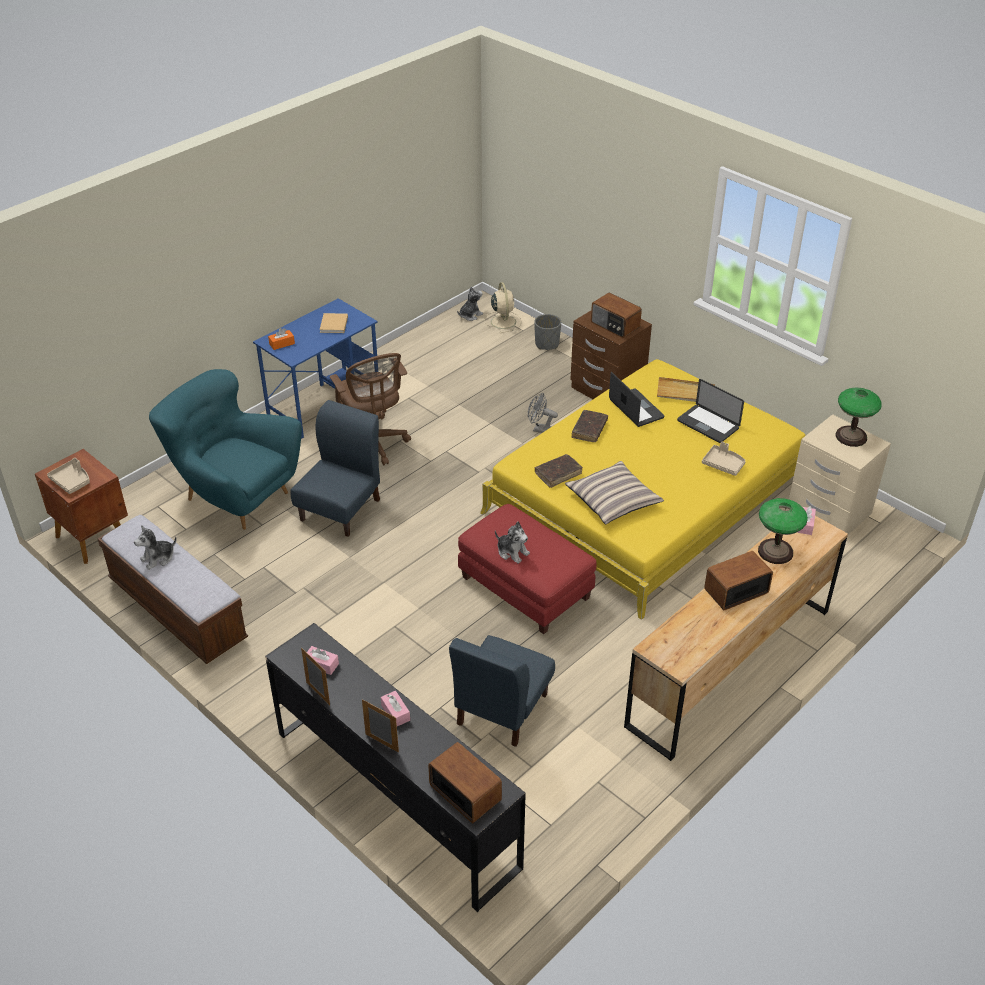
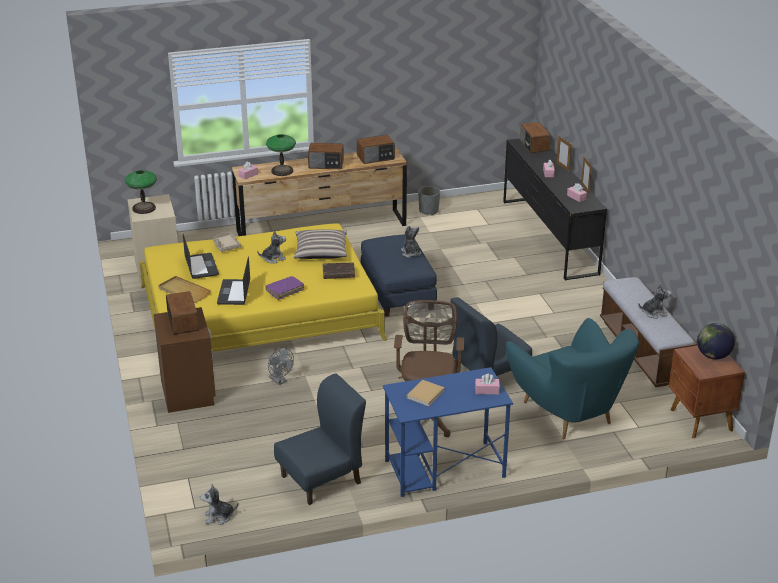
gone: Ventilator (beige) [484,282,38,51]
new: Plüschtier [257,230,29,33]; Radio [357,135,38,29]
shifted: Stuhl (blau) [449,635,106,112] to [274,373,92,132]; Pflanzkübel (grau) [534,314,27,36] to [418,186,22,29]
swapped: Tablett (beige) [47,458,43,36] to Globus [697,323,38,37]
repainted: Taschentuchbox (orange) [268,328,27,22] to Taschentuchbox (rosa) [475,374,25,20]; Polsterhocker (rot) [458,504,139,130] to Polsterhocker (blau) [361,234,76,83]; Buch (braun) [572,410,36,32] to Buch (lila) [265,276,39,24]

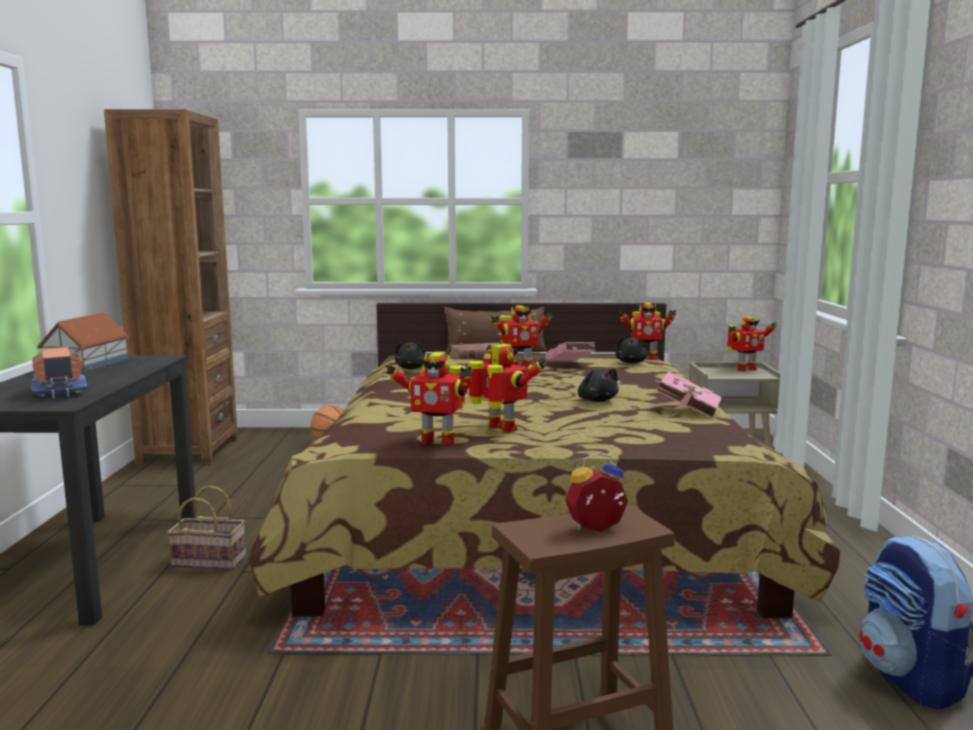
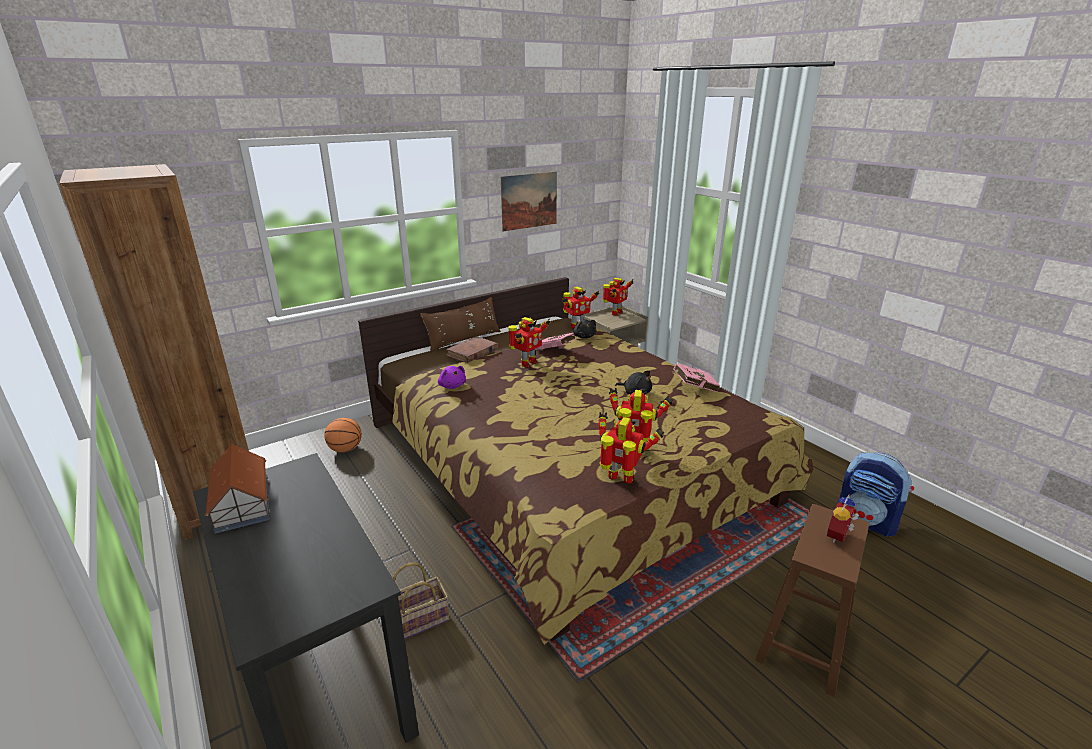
gone: Spielzeuglaster [31,346,57,52]
new: Bild [501,172,56,59]
repainted: Plüschtier (schwarz) [395,341,33,28] to Plüschtier (lila) [438,366,28,23]
rotated: Spielzeugroboter [385,352,87,95] = [598,412,67,72] 135 degrees counterclockwise

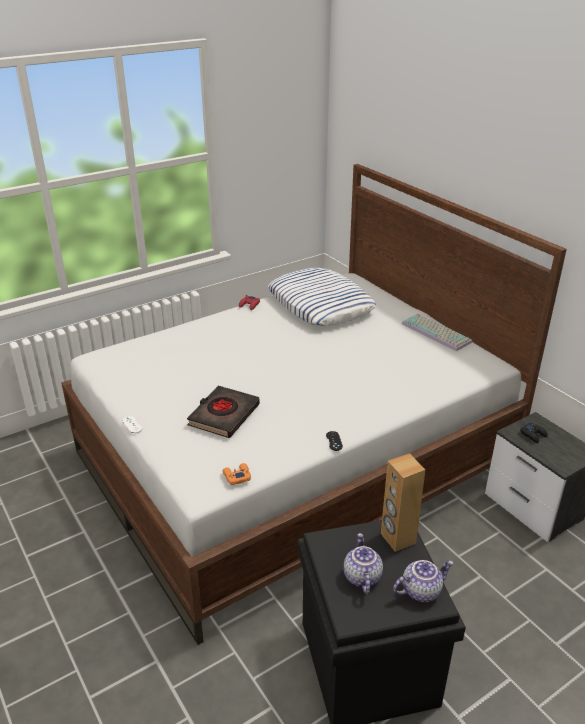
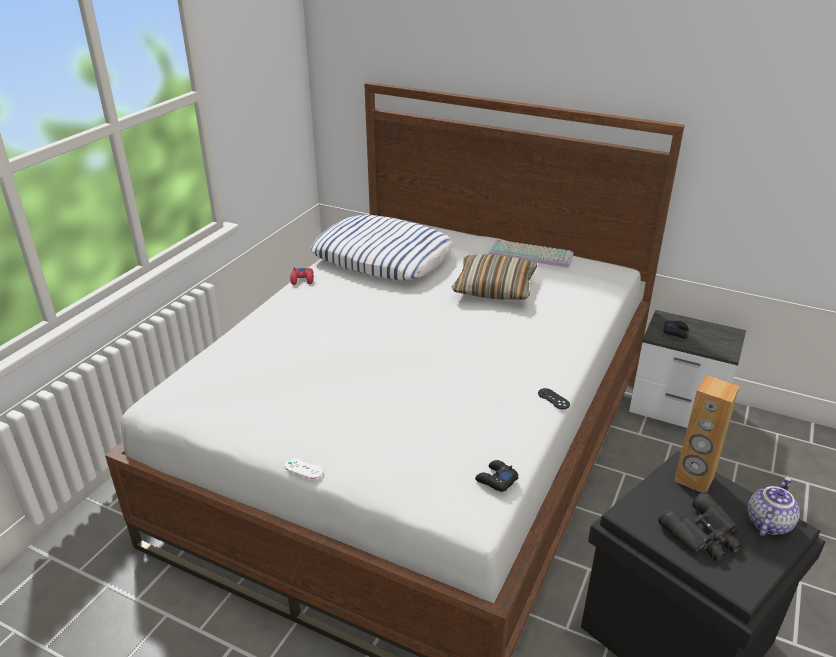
gone: Buch (schwarz) [187,386,73,52]
new: Kissen [452,254,85,46]
swapped: Teekanne [344,533,39,61] to Fernglas (schwarz) [658,492,84,70]
repainted: Gamepad (orange) [223,463,28,22] to Gamepad (schwarz) [475,460,44,32]

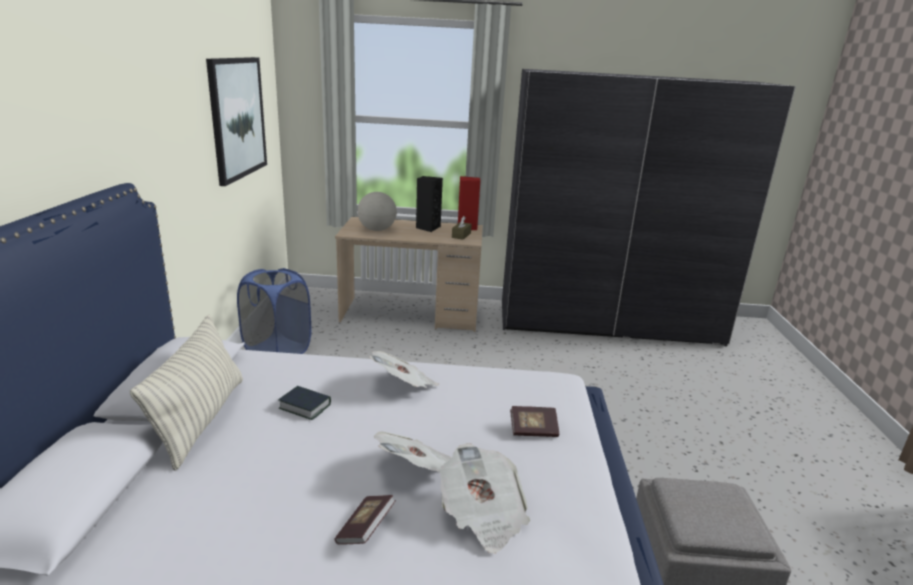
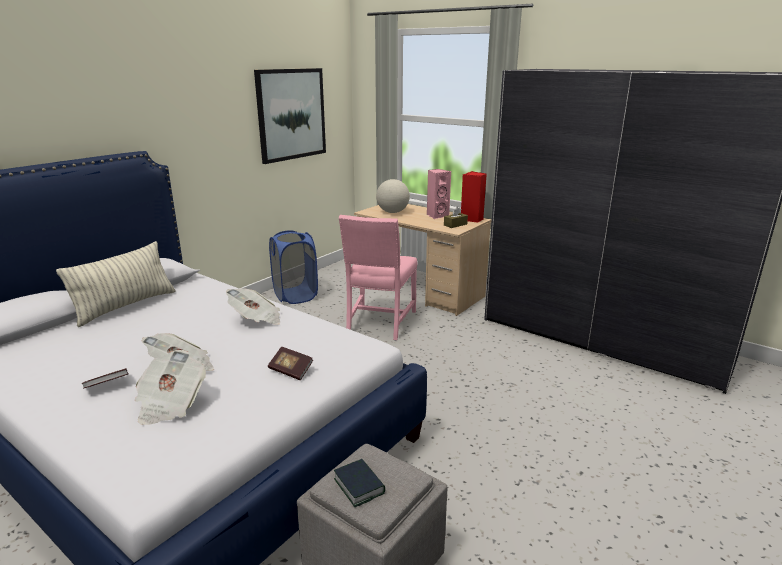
new: Stuhl (rosa) [339,215,78,125]
shifted: Buch [278,386,53,34] to [334,459,51,48]
repainted: Lautsprecher (schwarz) [416,176,27,56] to Lautsprecher (rosa) [427,169,24,50]

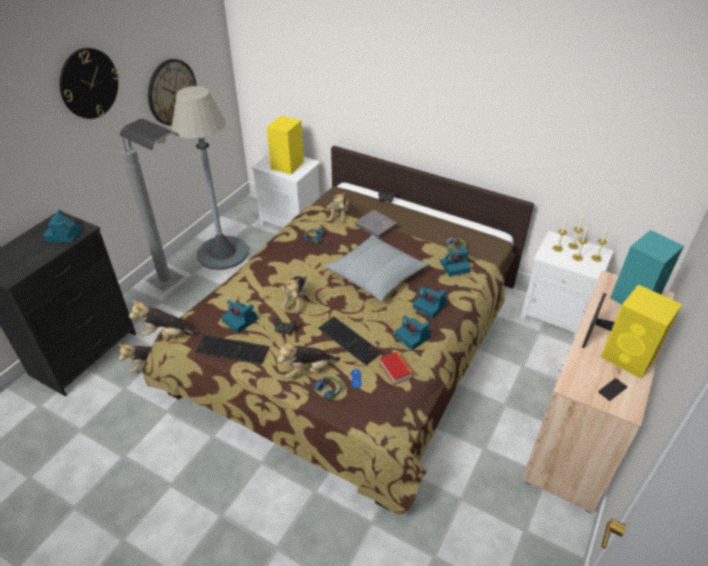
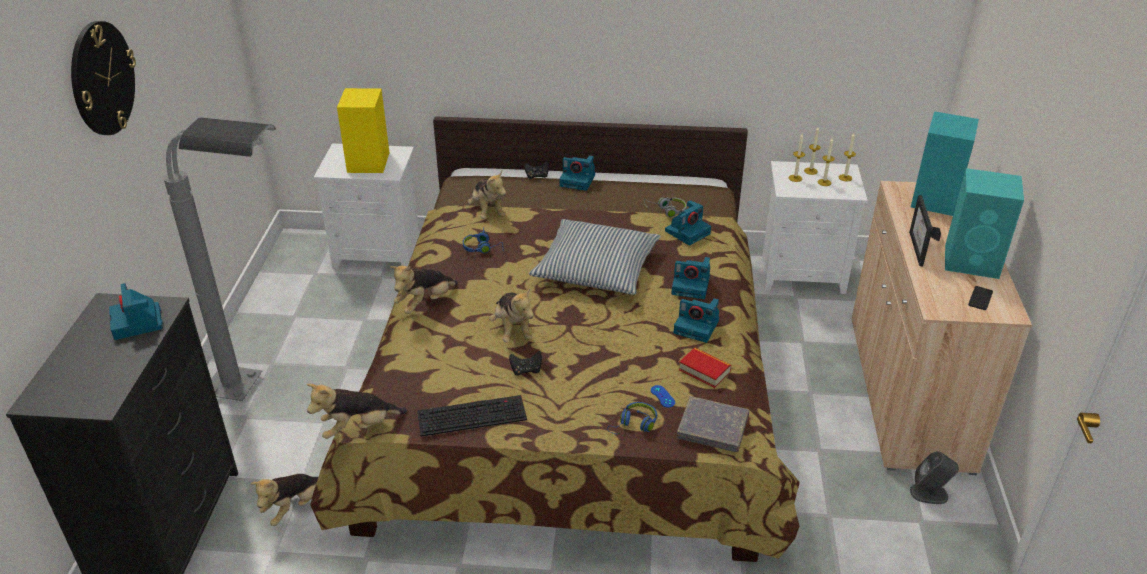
gone: Wanduhr [148,59,48,67]; Stehlampe (grau) [172,86,76,184]; Tastatur [318,317,64,48]
new: Lautsprecher (grau) [910,451,49,53]
shifted: Kamera [221,300,38,33] to [559,155,36,36]; Plüschtier [278,343,62,35] to [390,266,68,48]; Buch (grau) [355,210,43,28] to [677,396,72,56]
repainted: Lautsprecher (gelb) [601,284,81,95] to Lautsprecher (türkis) [945,168,79,111]

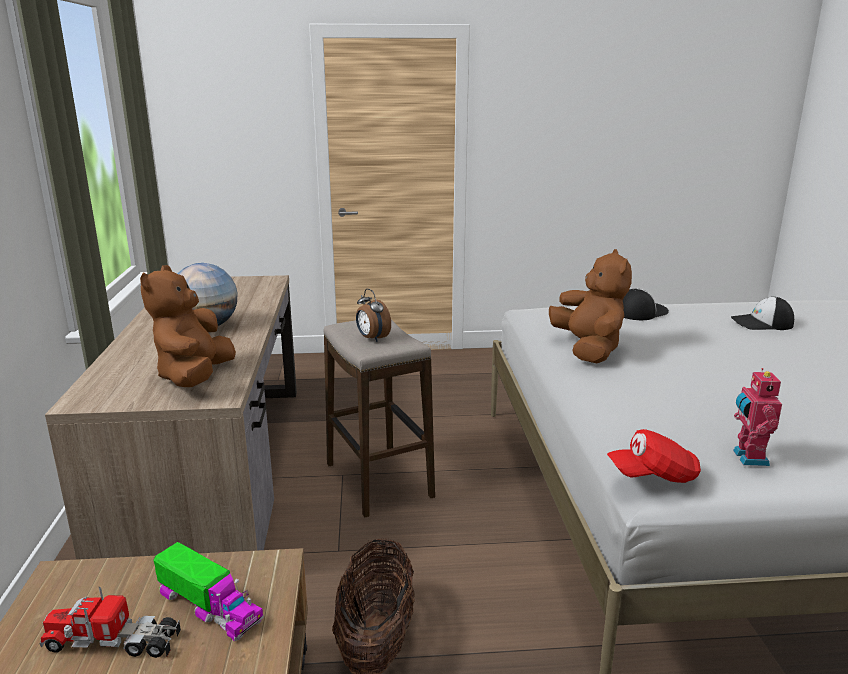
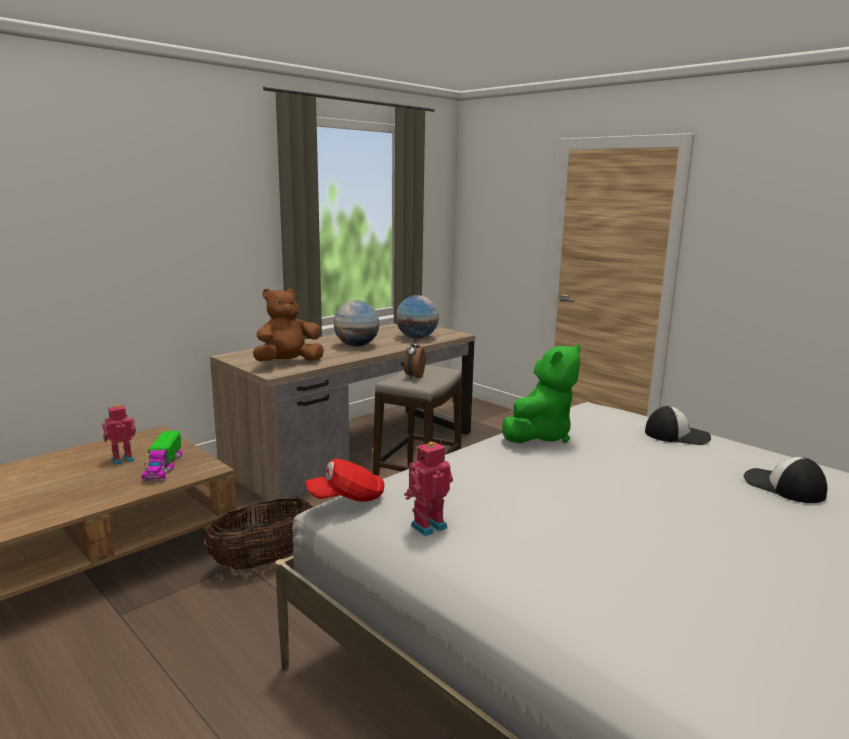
new: Globus [396,295,43,44]
swapped: Spielzeuglaster [39,587,142,71] to Spielzeugroboter [102,404,34,61]
repainted: Plüschtier (braun) [549,249,83,114] to Plüschtier (grün) [502,344,78,100]
rotated: Kappe (rot) [607,429,94,54] = [305,459,79,43] 60 degrees counterclockwise

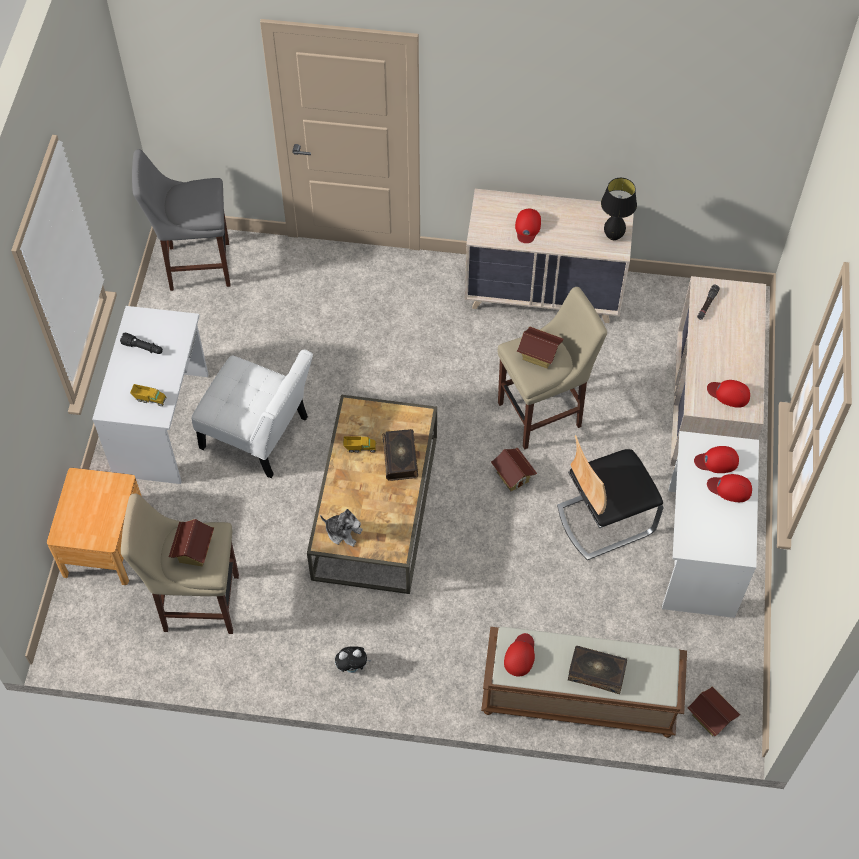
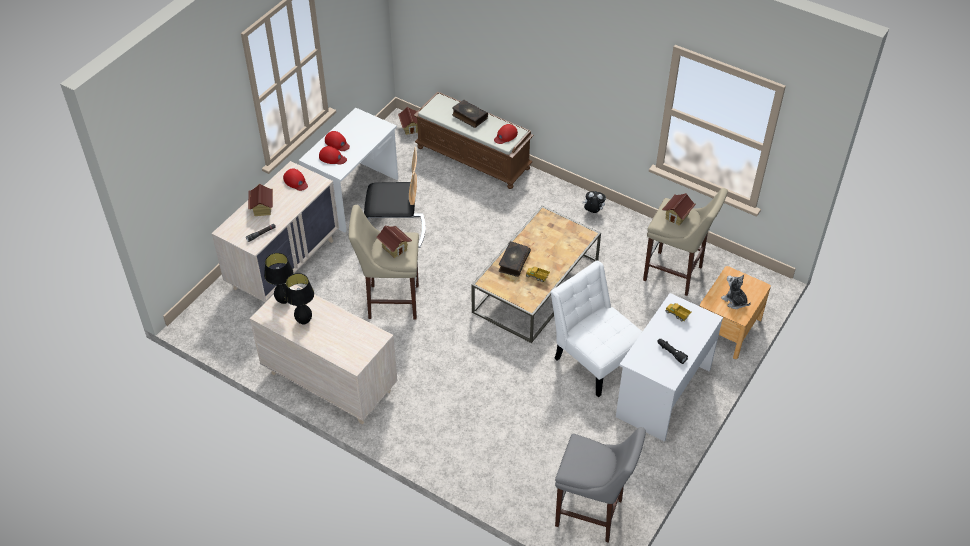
gone: Kappe (rot) [515,209,26,34]
new: Tischlampe (schwarz) [285,273,29,52]
shifted: Plüschtier [320,509,43,38] to [721,275,30,34]; Spielzeughaus [491,447,46,44] to [248,184,25,32]

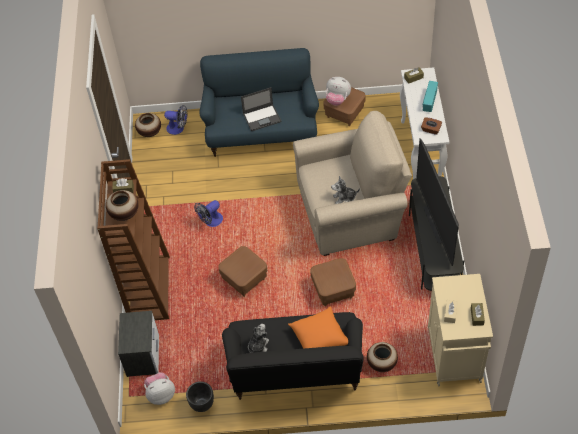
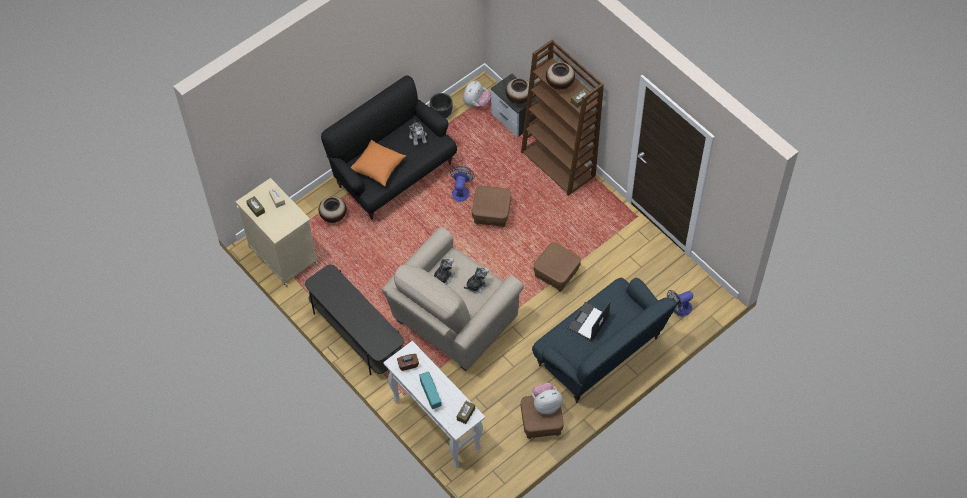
gone: Fernseher [416,138,43,128]
new: Plüschtier [464,267,26,26]
shifted: Vase [135,113,26,24] to [506,78,23,26]; Ventilator [194,200,29,27] to [450,166,25,36]; Polsterhocker (braun) [310,258,46,48] to [534,243,47,49]

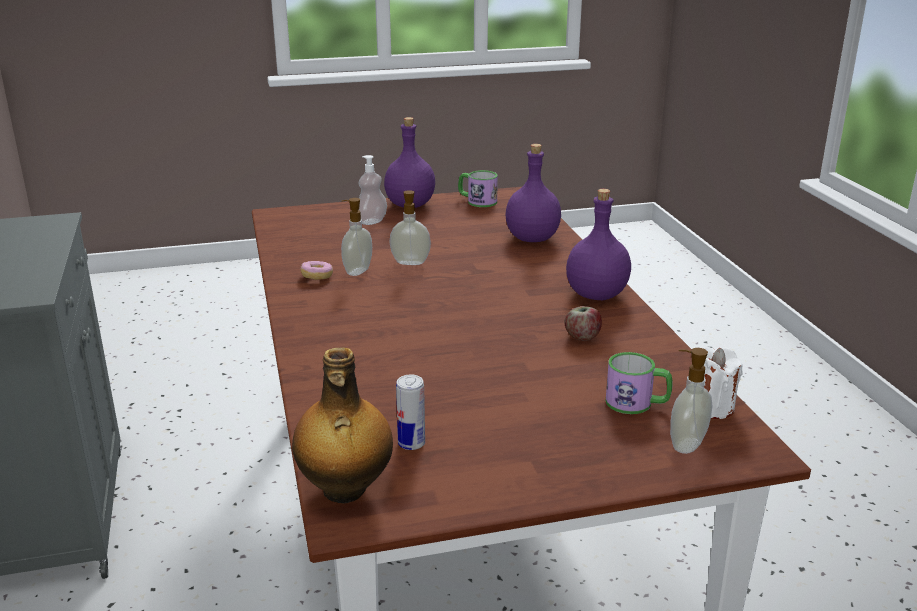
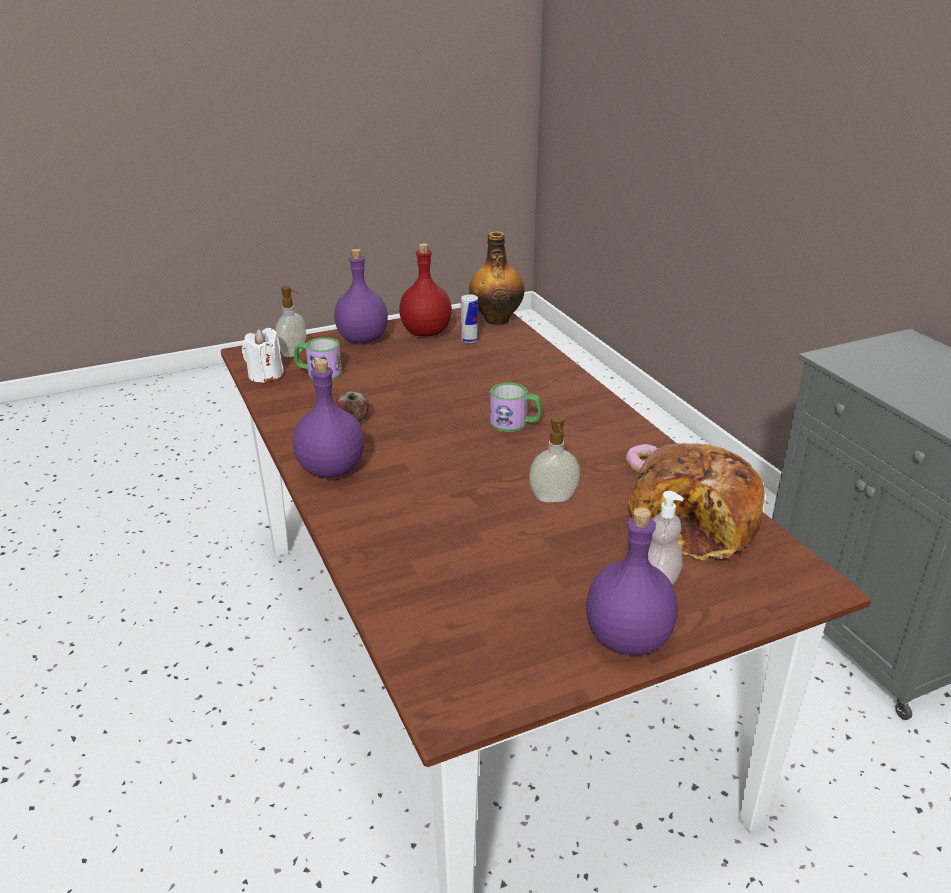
gone: Seifenspender [341,198,31,78]
new: Flasche (rot) [399,243,53,93]; Brot [627,443,138,117]
shifted: Henkelbecher [458,170,40,37] to [490,383,52,49]; Flasche (lila) [505,144,56,98] to [334,249,54,94]

